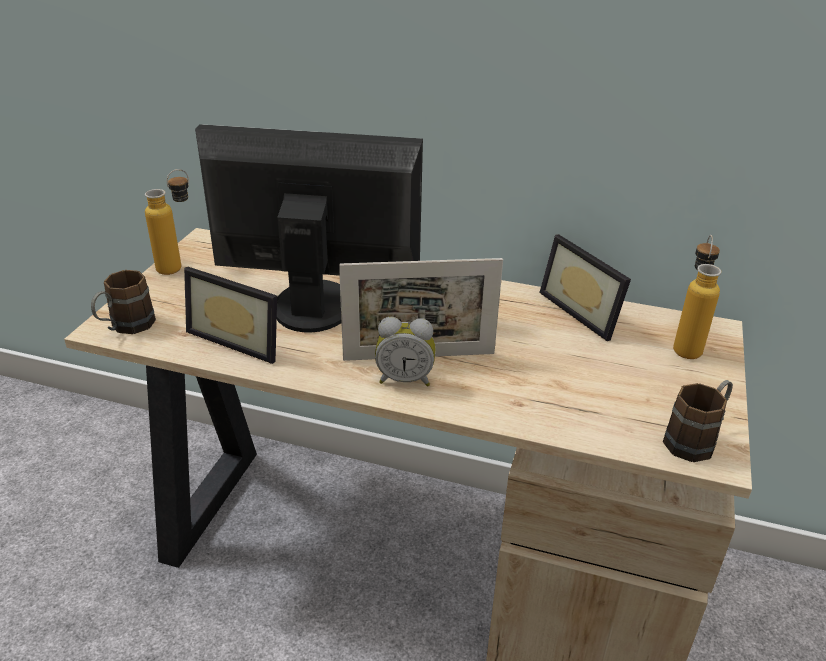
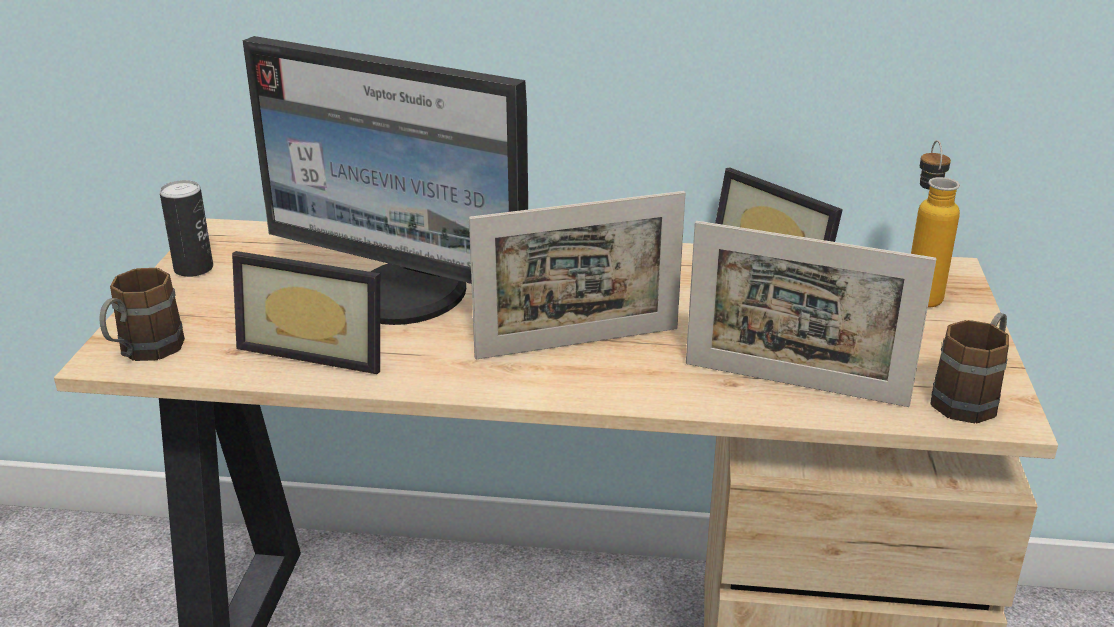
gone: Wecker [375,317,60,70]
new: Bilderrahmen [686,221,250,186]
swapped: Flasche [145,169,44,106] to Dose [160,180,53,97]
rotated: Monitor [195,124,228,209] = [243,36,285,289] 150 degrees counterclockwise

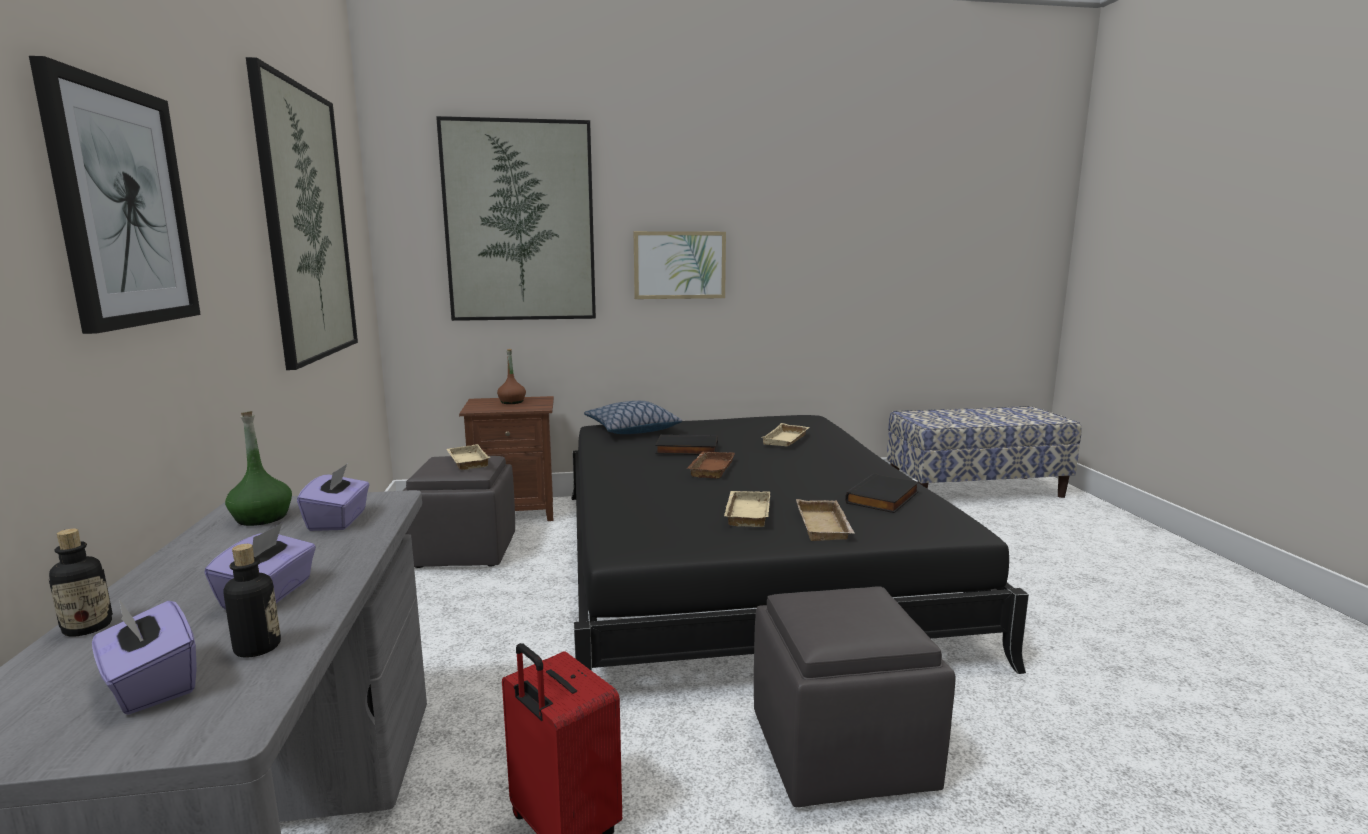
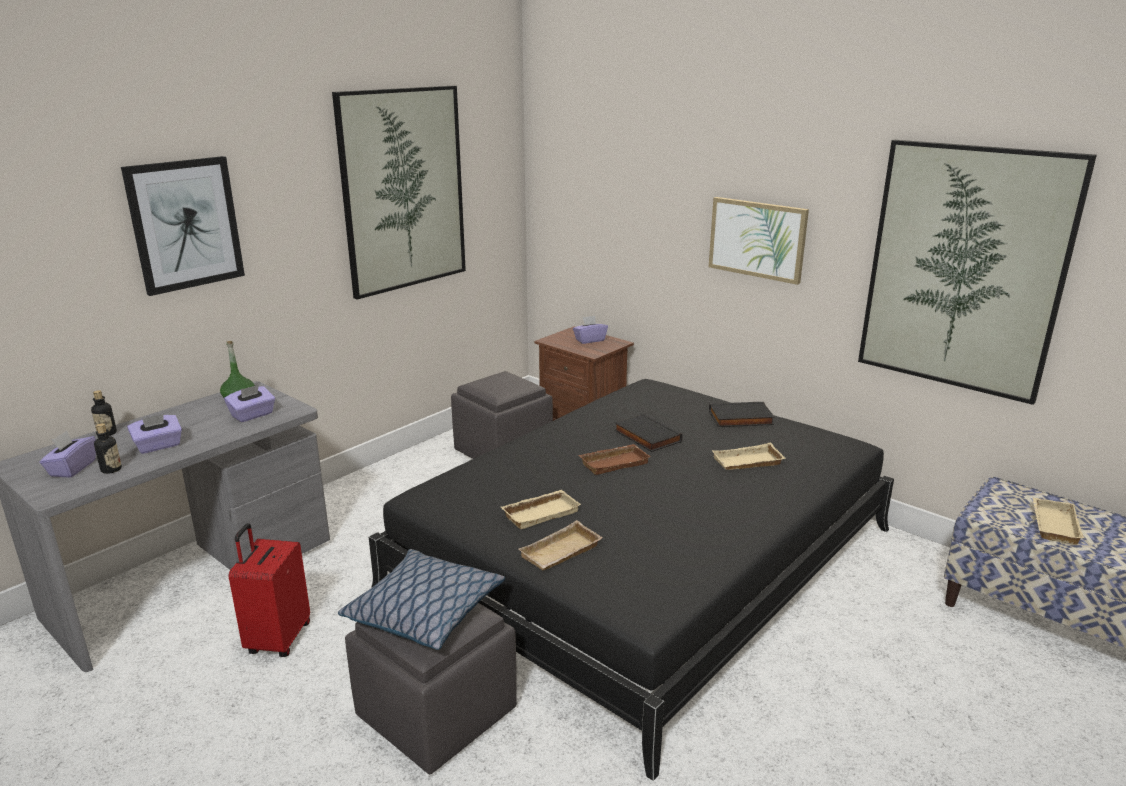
shifted: Bild [436,116,160,205] to [858,140,239,265]; Tablett (beige) [446,444,45,26] to [1032,498,53,47]; Kissen [584,401,98,33] to [338,549,167,101]; Buch (schwarz) [845,473,74,40] to [709,402,66,25]
swapped: Flasche (braun) [497,349,29,55] to Taschentuchbox (lila) [573,316,35,28]

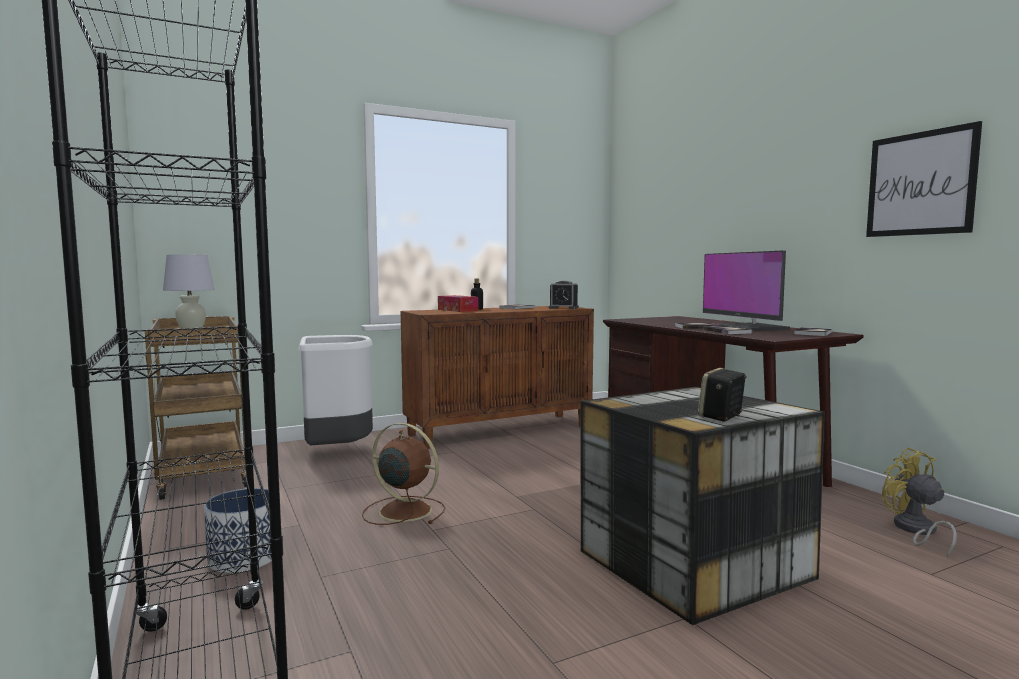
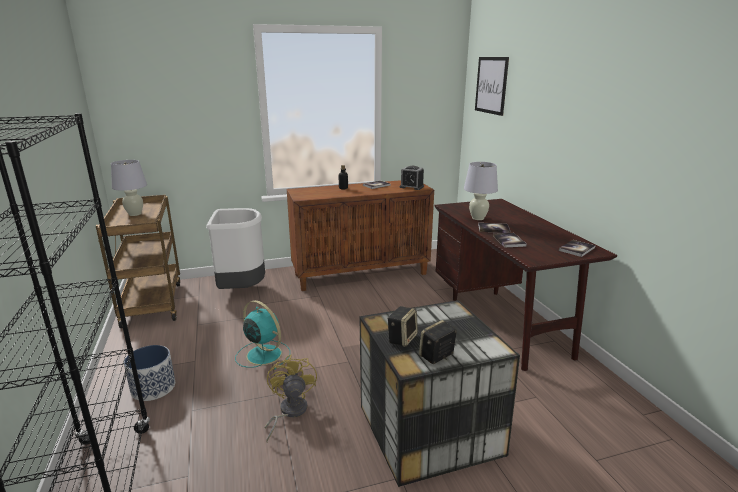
gone: Taschentuchbox [438,295,40,17]; Monitor [703,250,88,81]
new: Lautsprecher [387,306,31,41]; Tischlampe (weiß) [464,162,34,58]
shifted: Bild [866,121,116,116] to [475,57,34,59]; Ventilator (gelb) [882,448,75,109] to [264,354,53,88]
repainted: Ventilator (braun) [362,423,83,102] to Ventilator (türkis) [235,300,55,70]

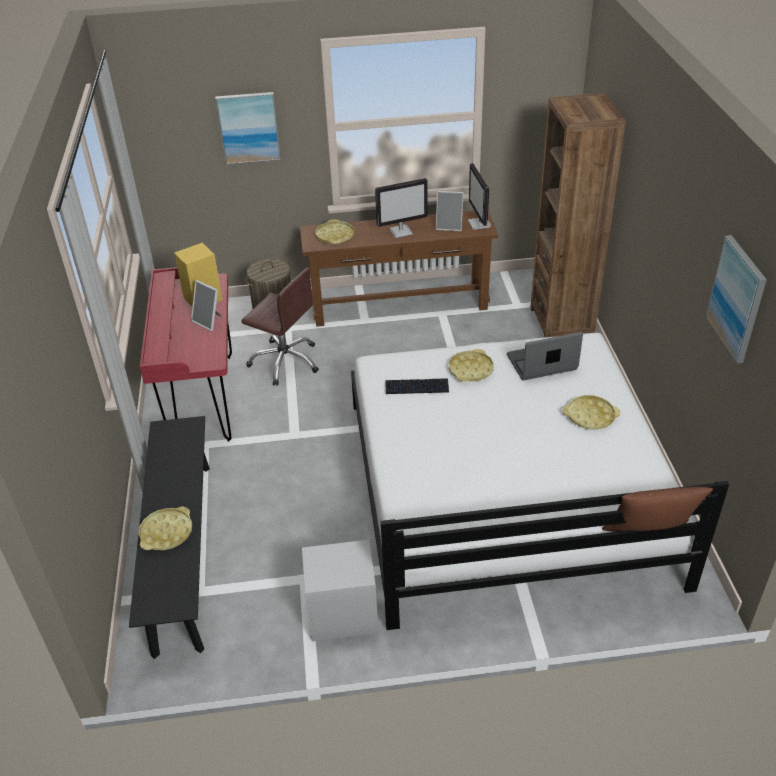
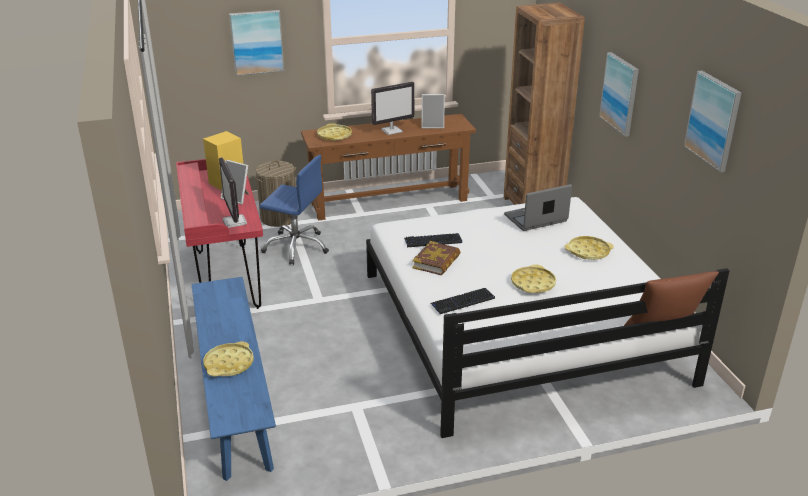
gone: Nachttisch (grau) [302,540,76,101]
new: Buch [412,241,49,35]; Tastatur [431,288,64,26]; Bild [599,52,40,85]
shifted: Tablett (gelb) [449,349,45,33] to [511,264,45,29]; Monitor [468,163,23,67] to [219,158,28,70]
repainted: Bank (schwarz) [129,416,81,243] to Bank (blau) [192,277,84,204]; Bürostuhl (braun) [241,267,78,119] to Bürostuhl (blau) [260,155,69,110]

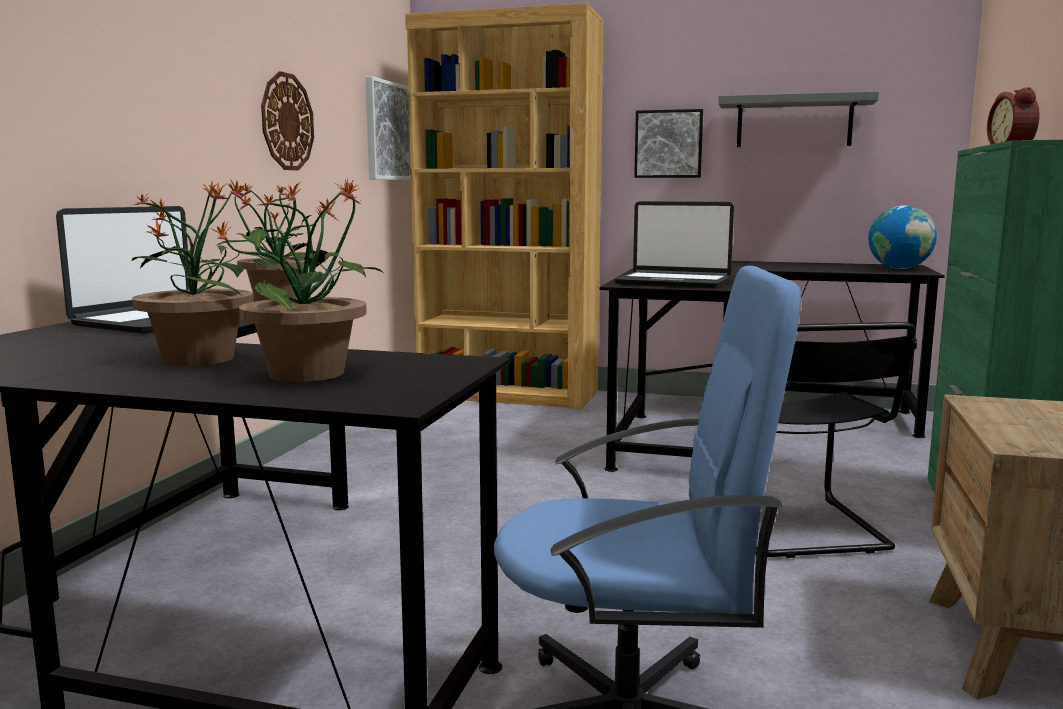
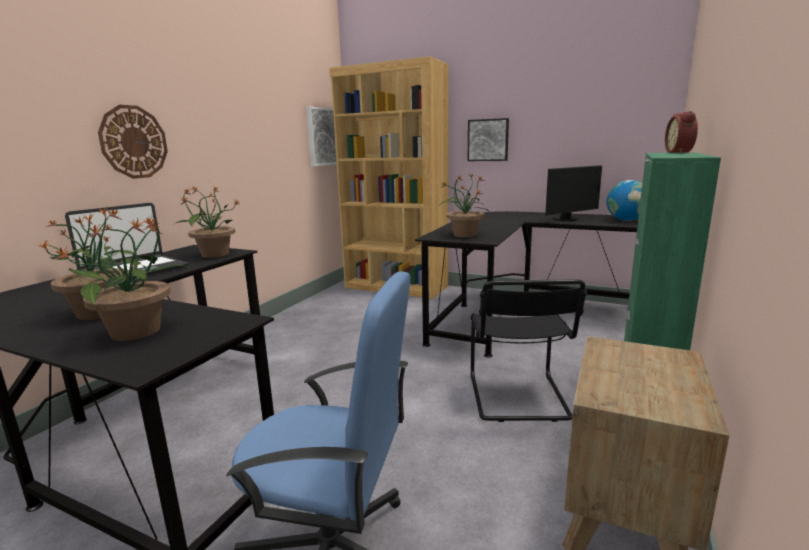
gone: Wandregal (grau) [718,91,161,56]
new: Monitor [545,165,57,56]
shifted: Wanduhr [261,71,53,99] to [98,105,70,74]
swapped: Laptop [614,201,120,87] to Topfpflanze [439,174,50,63]

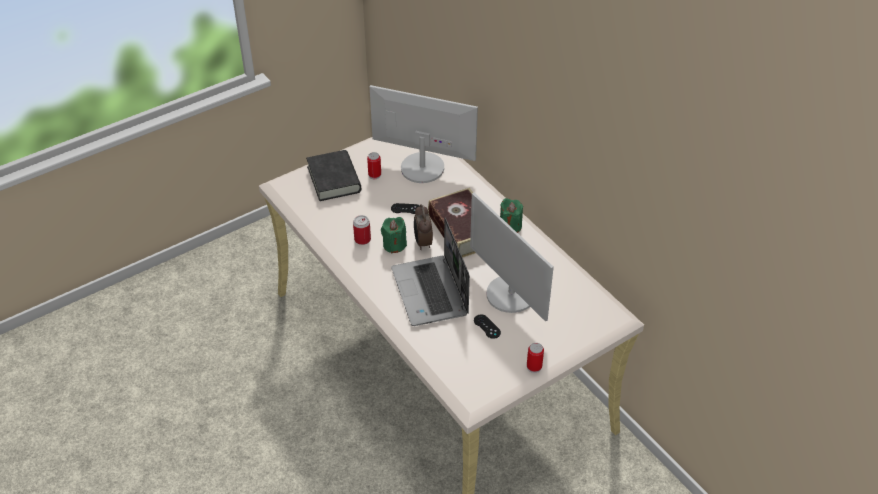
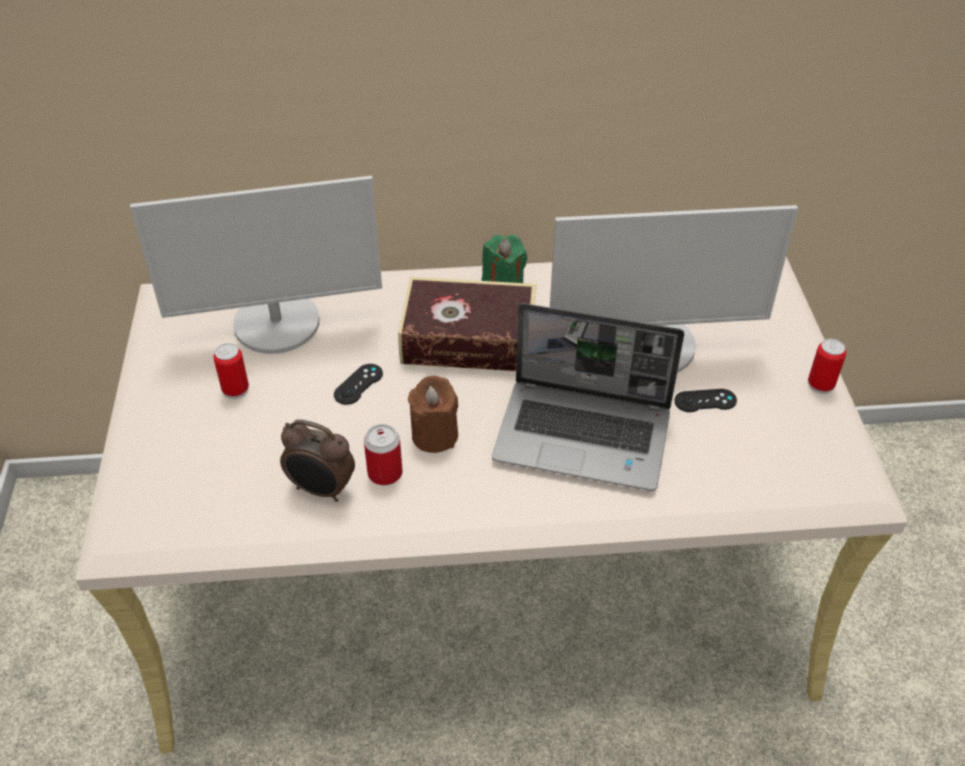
gone: Buch (schwarz) [306,150,55,51]
shifted: Wecker [414,204,19,46] to [280,419,75,83]
repainted: Kerze (grün) [381,217,26,37] to Kerze (braun) [408,376,50,77]
rotated: Monitor [370,85,108,98] = [130,176,252,178] 150 degrees counterclockwise

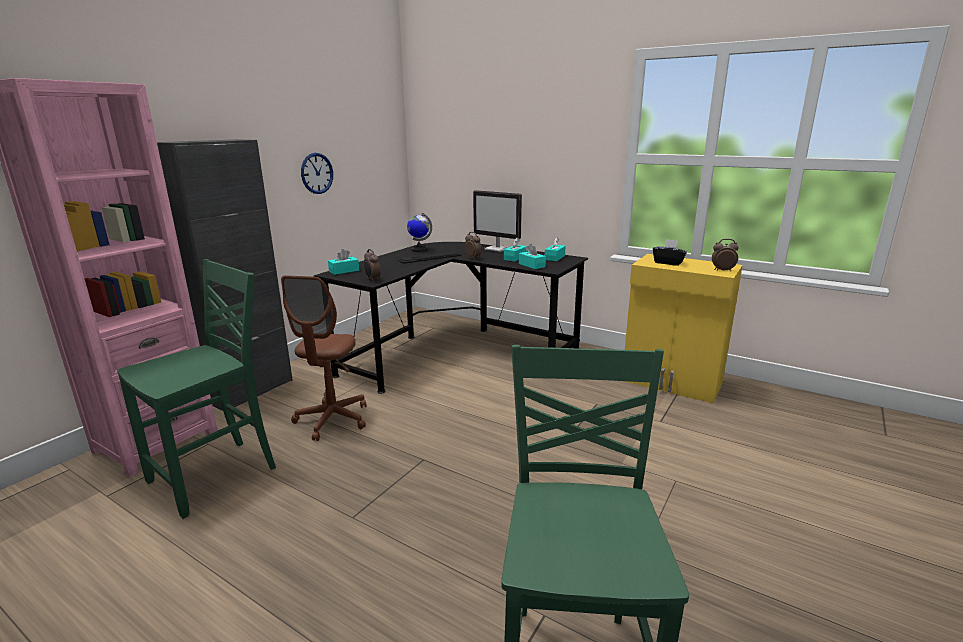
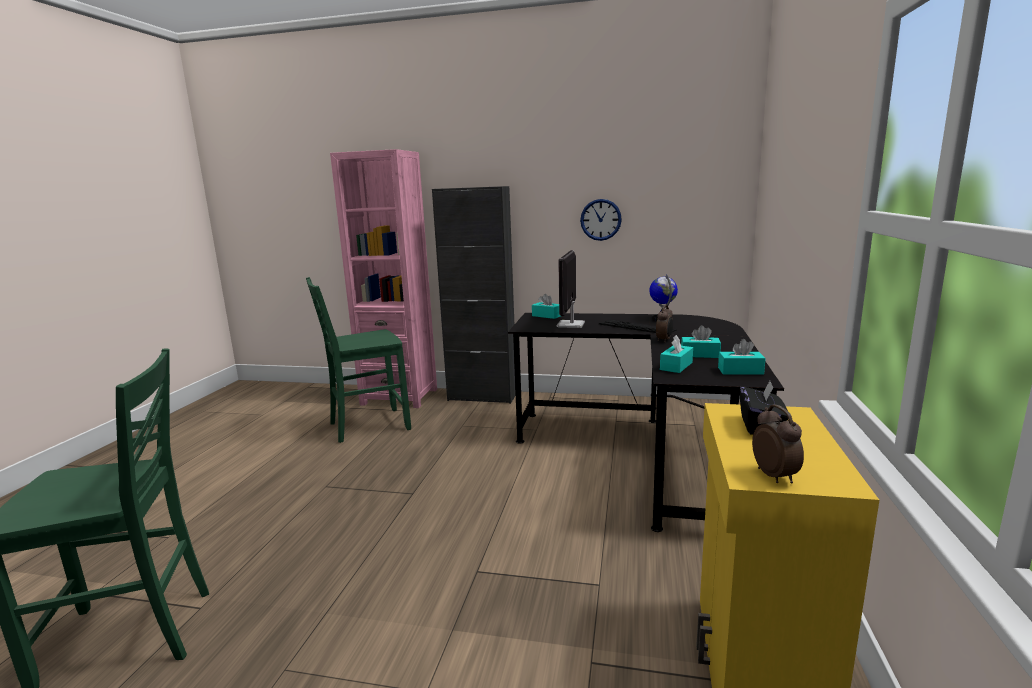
gone: Bürostuhl (braun) [281,275,86,166]; Wecker [364,249,17,32]
shifted: Monitor [473,190,49,62] to [557,250,28,78]
rotated: Stuhl (grün) [117,259,159,260] = [306,277,105,166] 135 degrees clockwise

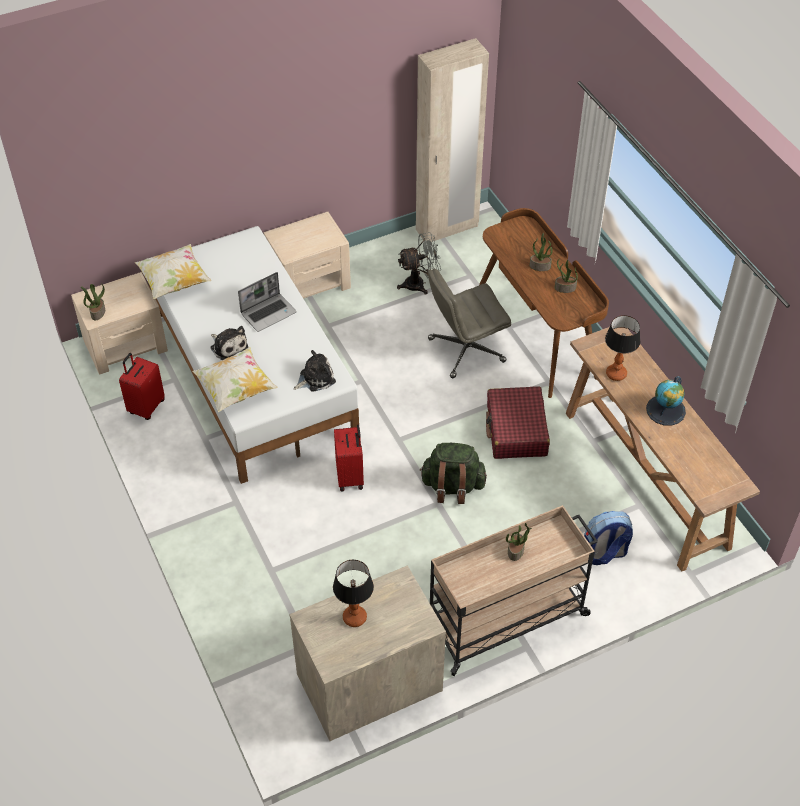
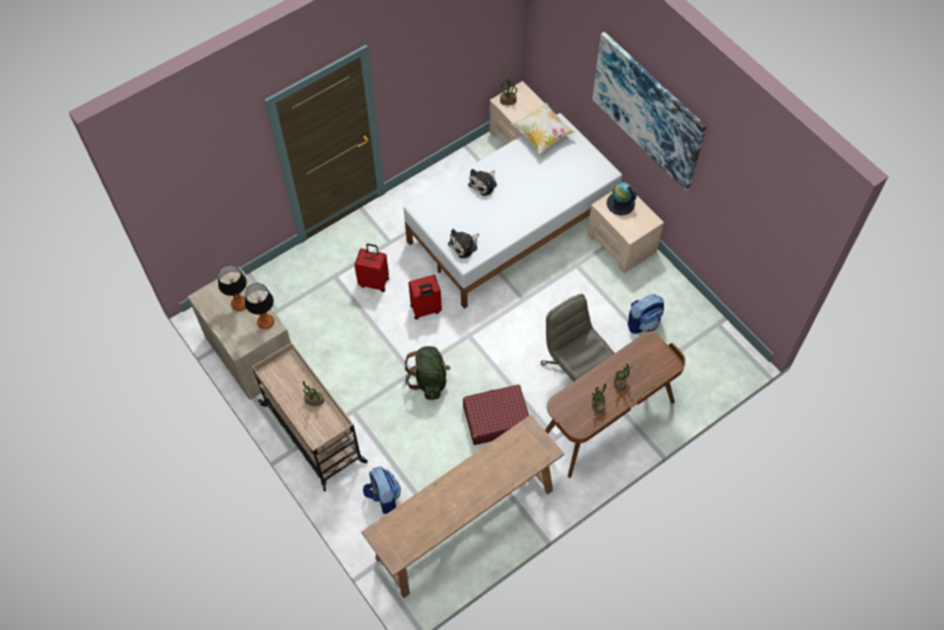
gone: Kissen [193,347,85,66]; Laptop [238,272,58,60]; Kleiderschrank (beige) [416,38,73,204]
new: Bild [592,32,114,159]
shifted: Koffer (rot) [119,353,46,67] to [354,243,35,49]; Tischlampe [605,315,35,66] to [245,283,29,46]; Globus [646,376,40,50] to [607,182,30,33]
swapped: Ventilator (grau) [397,232,44,63] to Rucksack [628,294,36,40]
rotated: Plüschtier [294,350,42,42] = [448,229,31,29] 90 degrees clockwise

